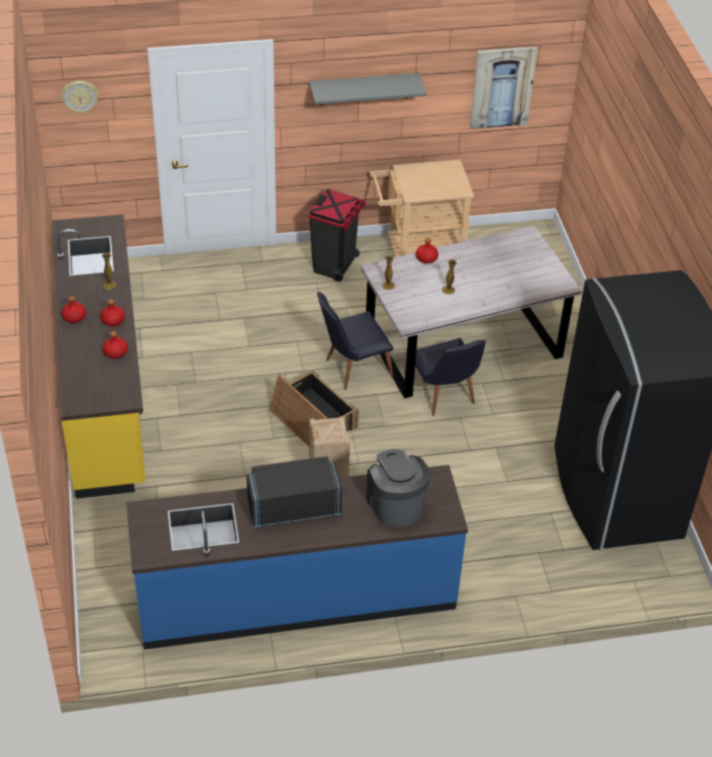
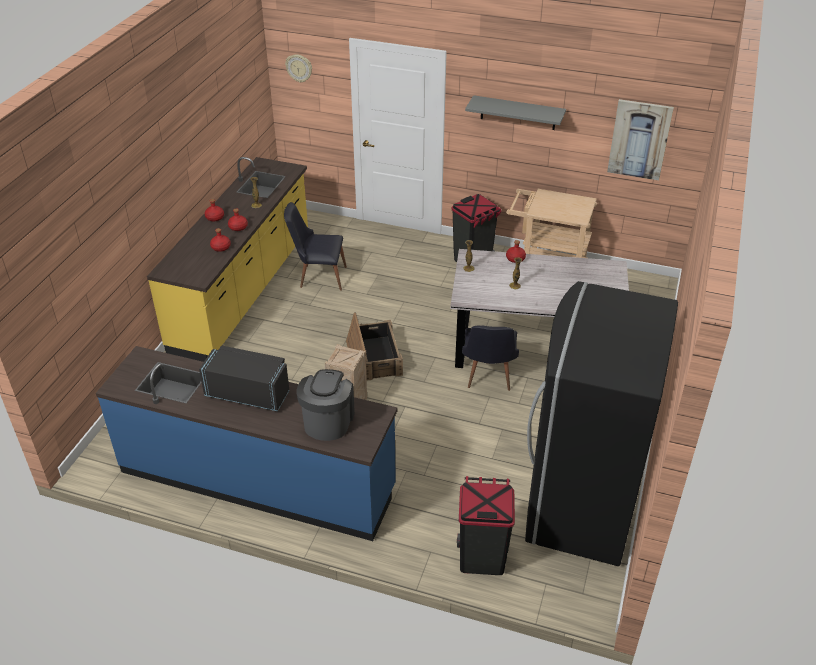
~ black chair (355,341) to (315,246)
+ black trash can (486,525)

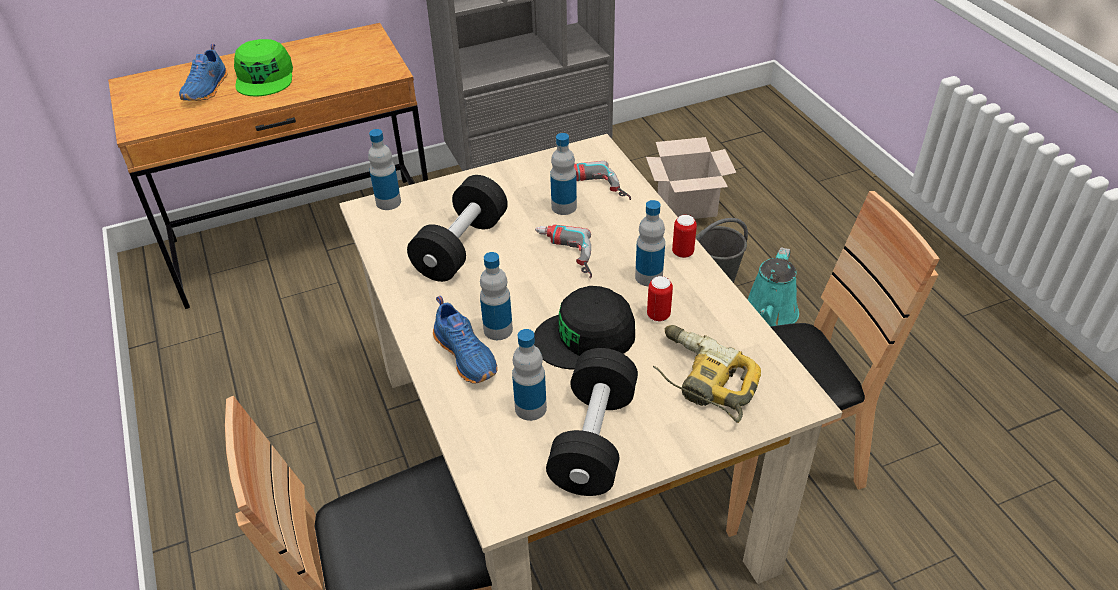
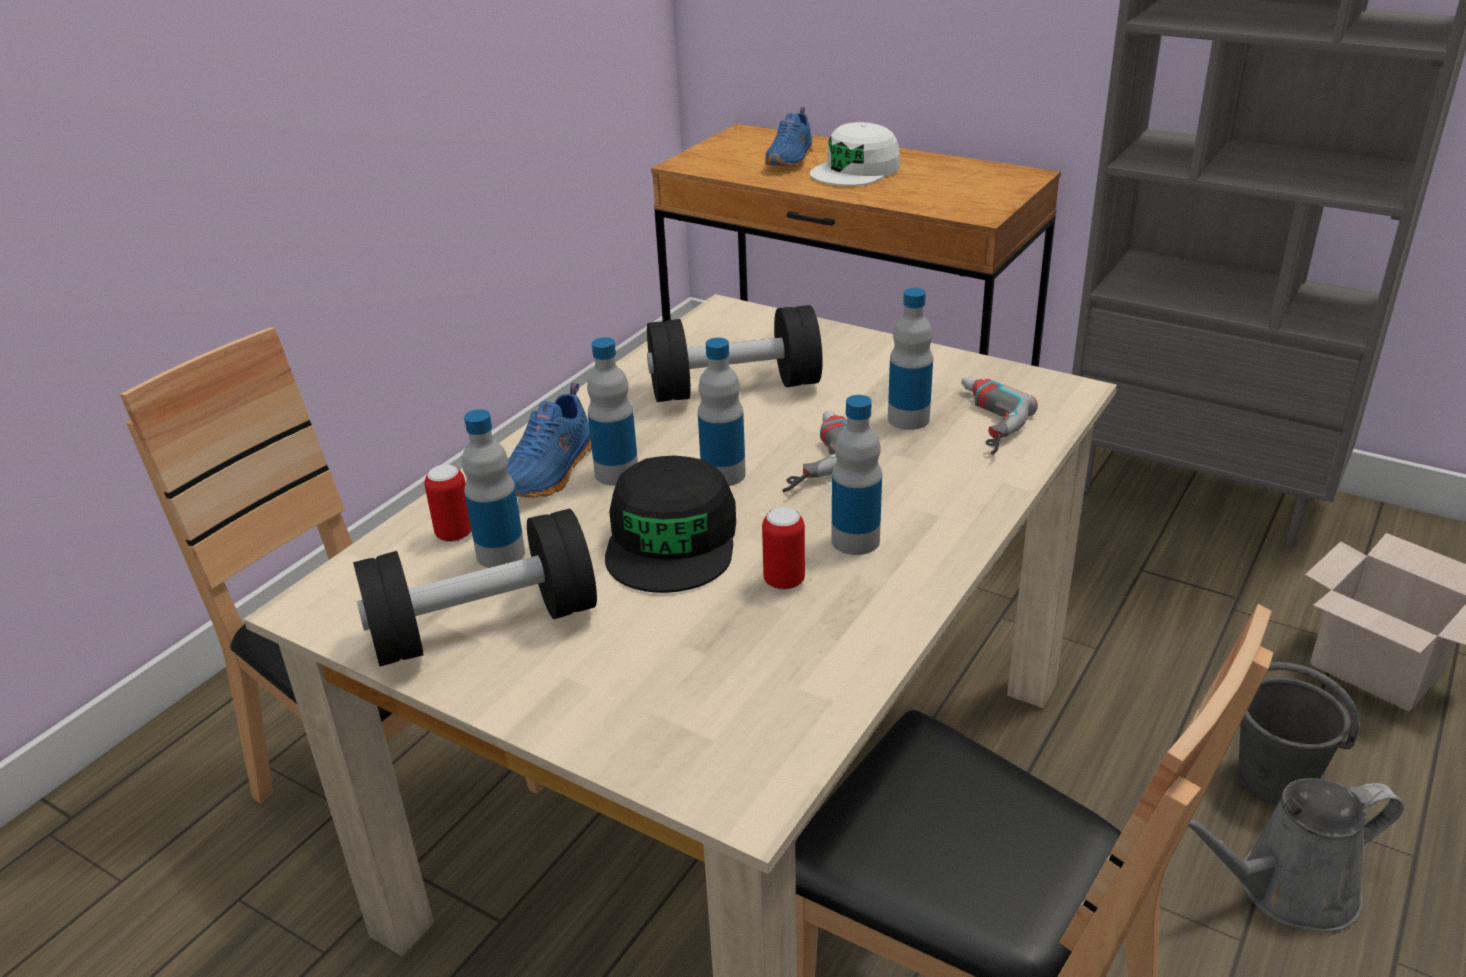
~ green cap (263,67) to white cap (855,154)
~ blue shoe (203,72) = (789,137) 45 degrees counterclockwise
~ bottle (384,169) to (722,412)
~ can (684,236) to (448,503)
~ turquoise watering can (773,286) to grey watering can (1296,855)
~ black cap (584,327) = (670,524) 120 degrees counterclockwise
- power drill (707,374)

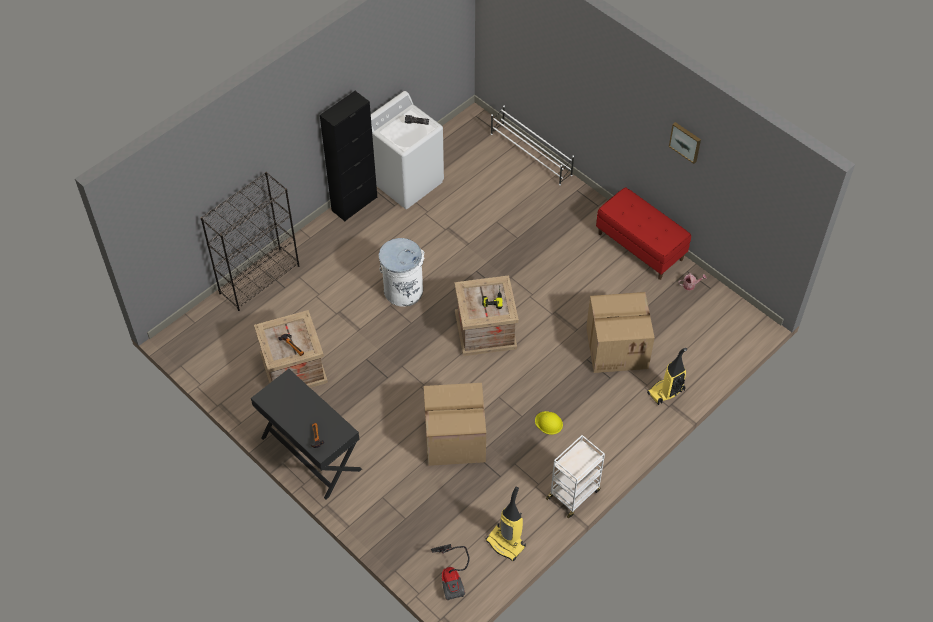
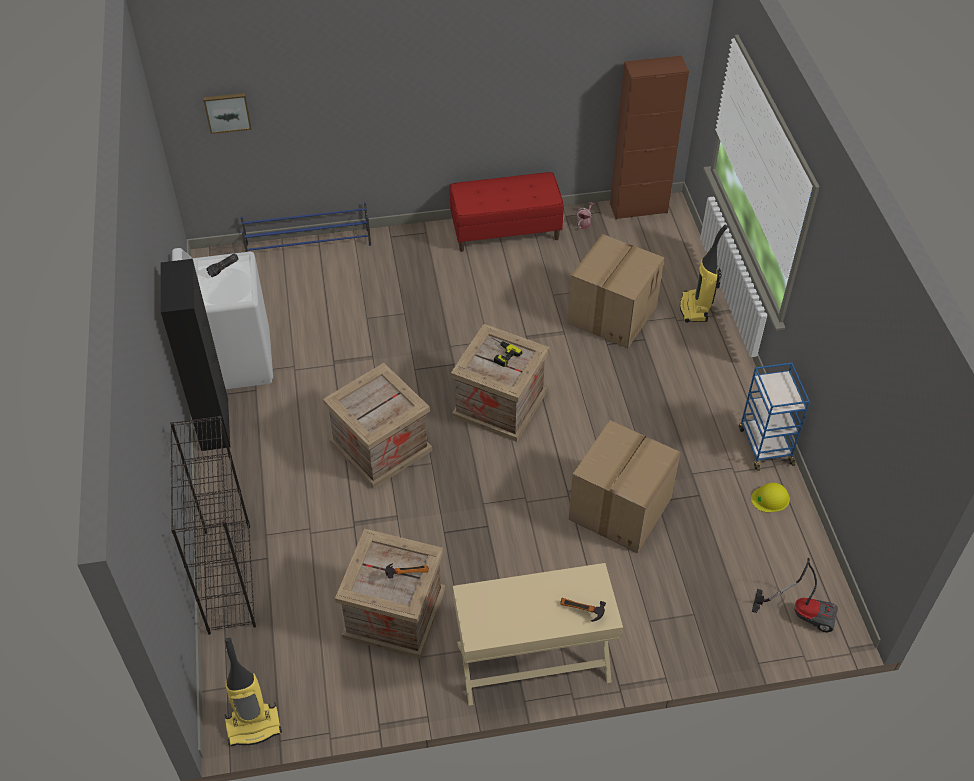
~ white shoe rack (532,145) to blue shoe rack (306,227)
~ picture (685,143) to (227,113)
~ white trash can (401,272) to crate (377,426)
~ black desk (306,434) to beige desk (538,634)
~ yellow hard hat (549,423) to (770,497)
~ white cart (575,477) to blue cart (774,417)
~ vacuum cleaner (505,523) to (253,692)
+ brown cabinet (649,137)

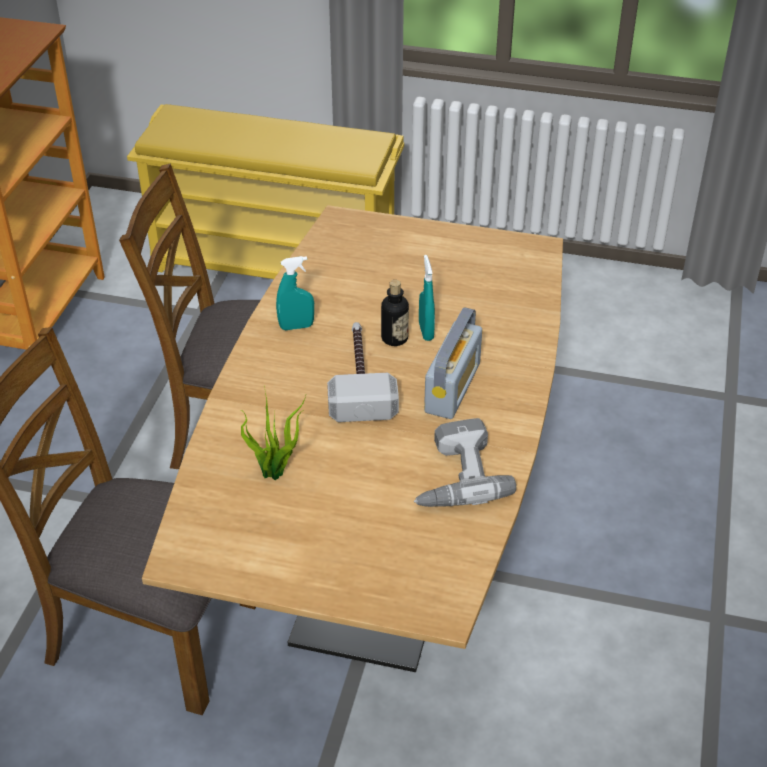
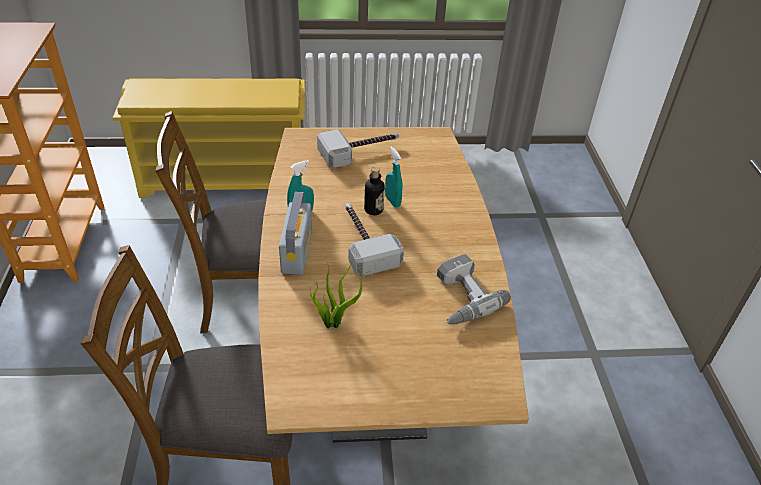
~ radio (453,363) to (295,233)
+ hammer (358,148)

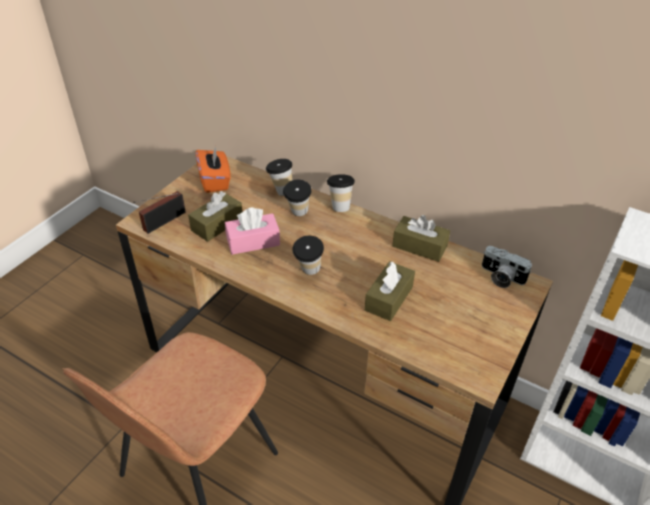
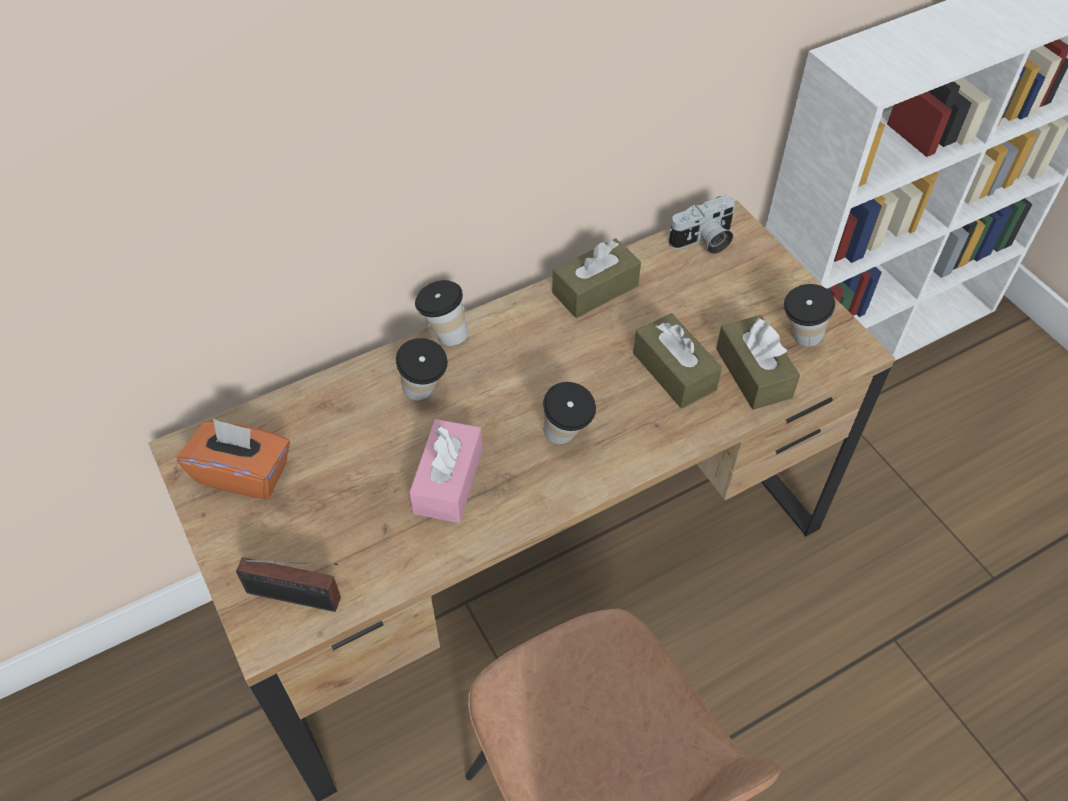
~ cup (279,177) to (809,315)
~ radio (159,212) = (288,584) 60 degrees counterclockwise
~ brown tissue box (215,216) to (758,362)

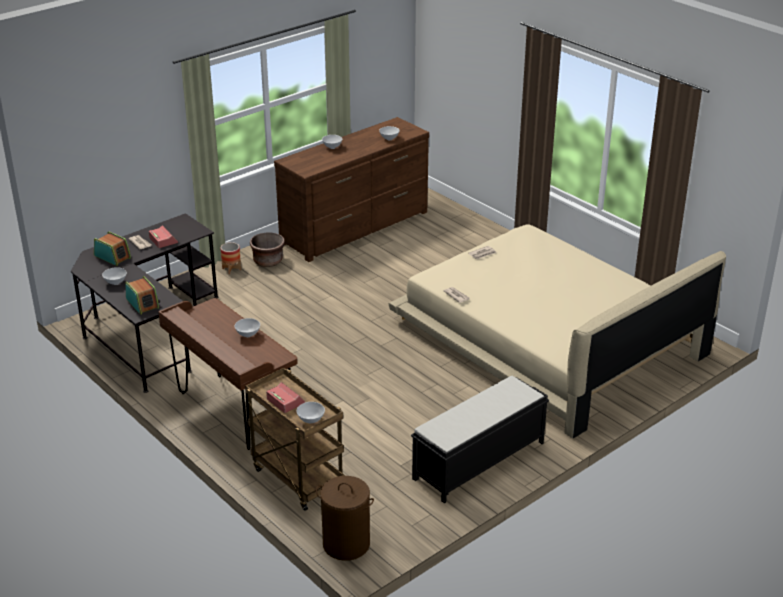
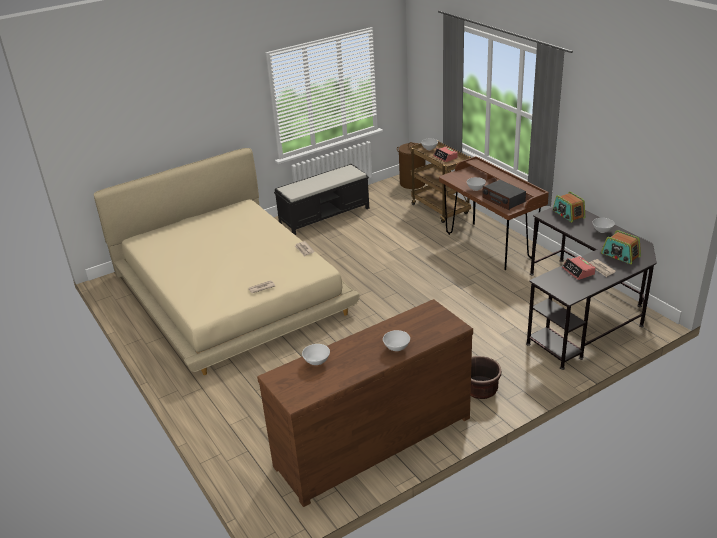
- planter (231,258)
+ radio (504,195)

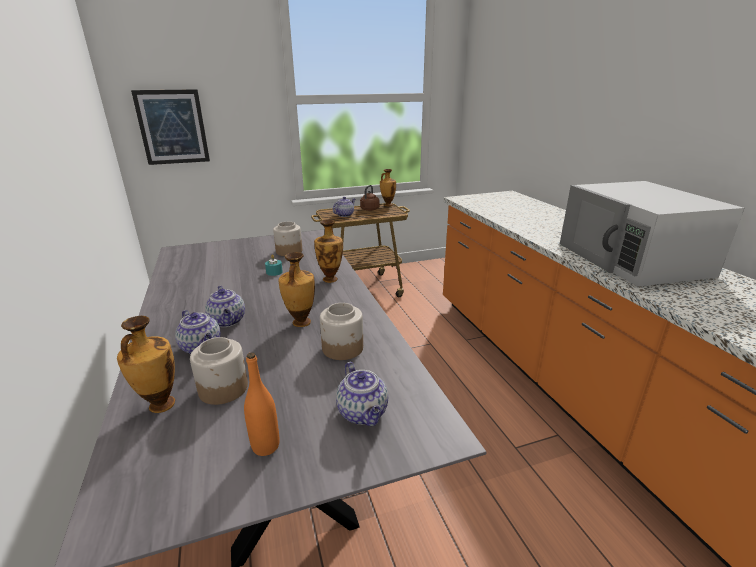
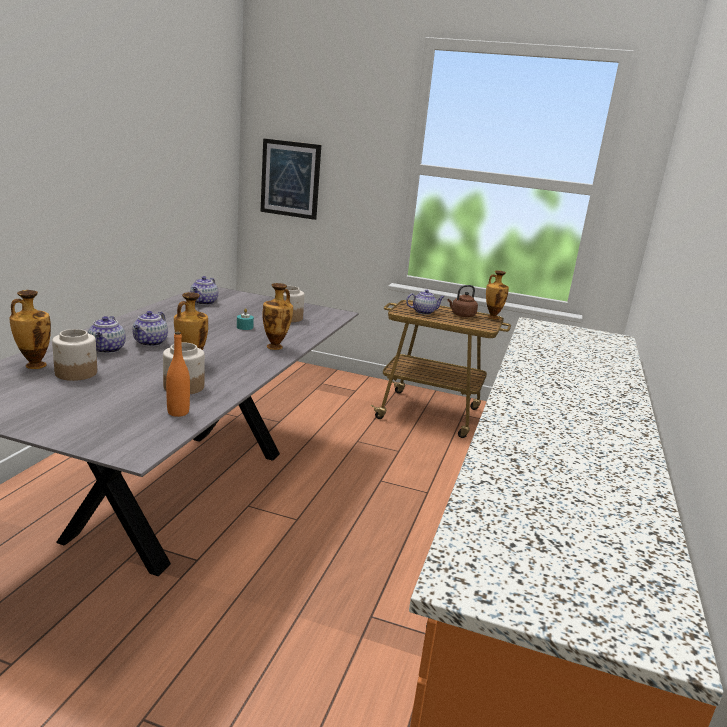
- white microwave (652,233)
~ orange bottle (261,404) to (178,374)
~ teapot (362,394) to (204,290)

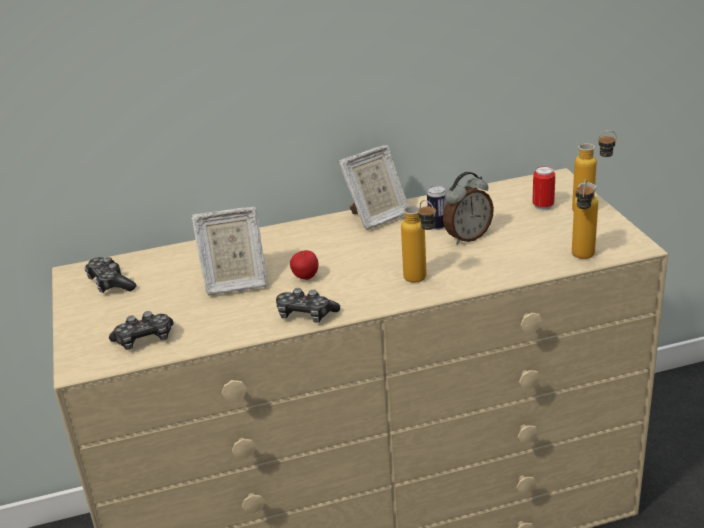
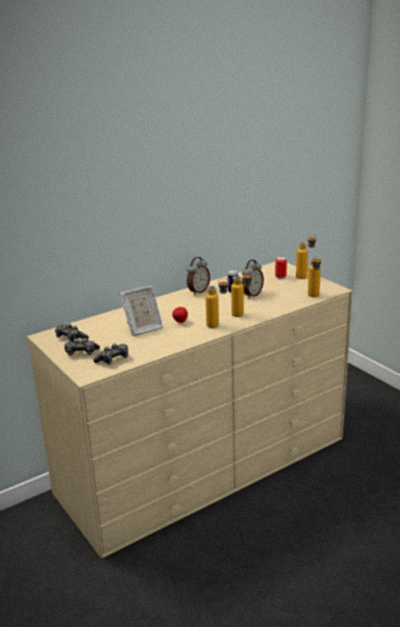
~ picture frame (374,187) to alarm clock (198,276)
~ game controller (308,305) to (82,347)
+ bottle (217,303)

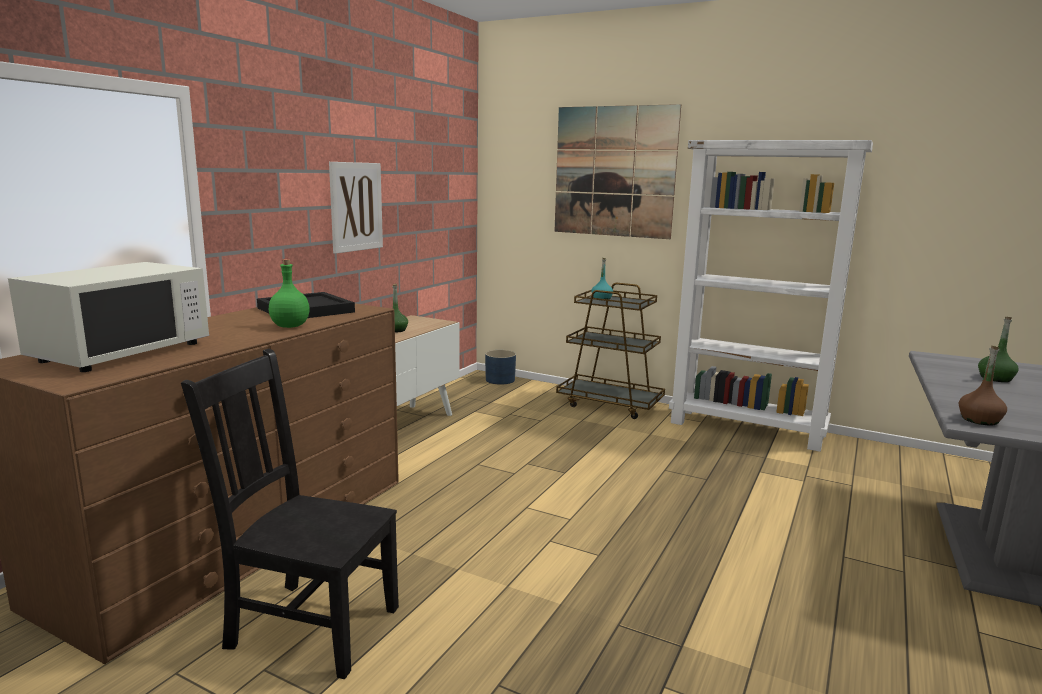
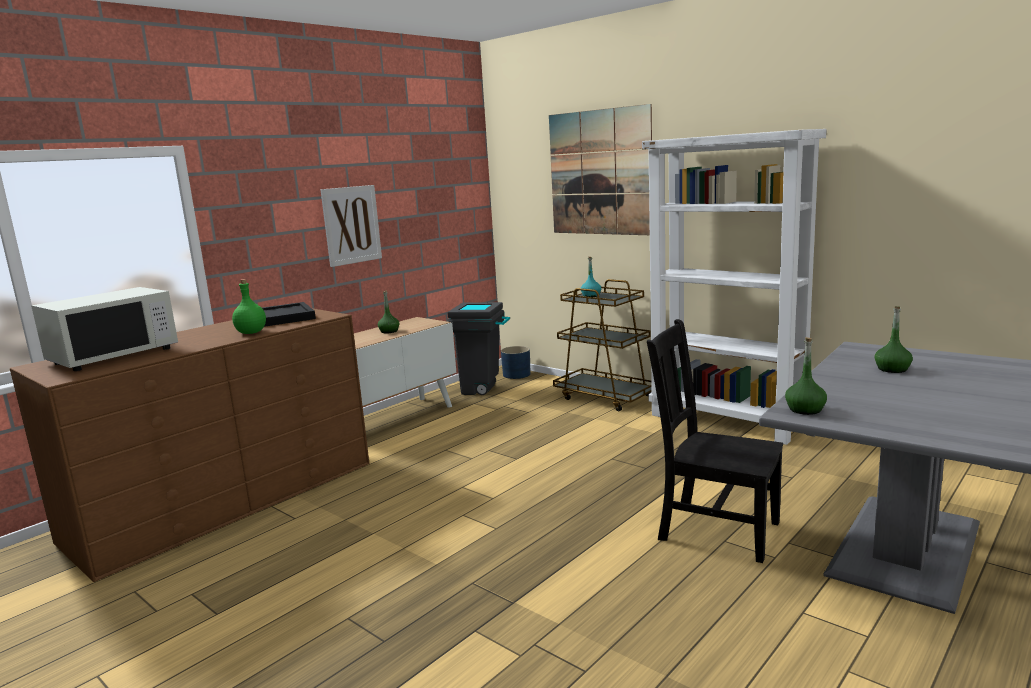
~ brown bottle (983,385) to green bottle (806,376)
~ black chair (290,513) to (715,441)
+ grey trash can (478,348)

